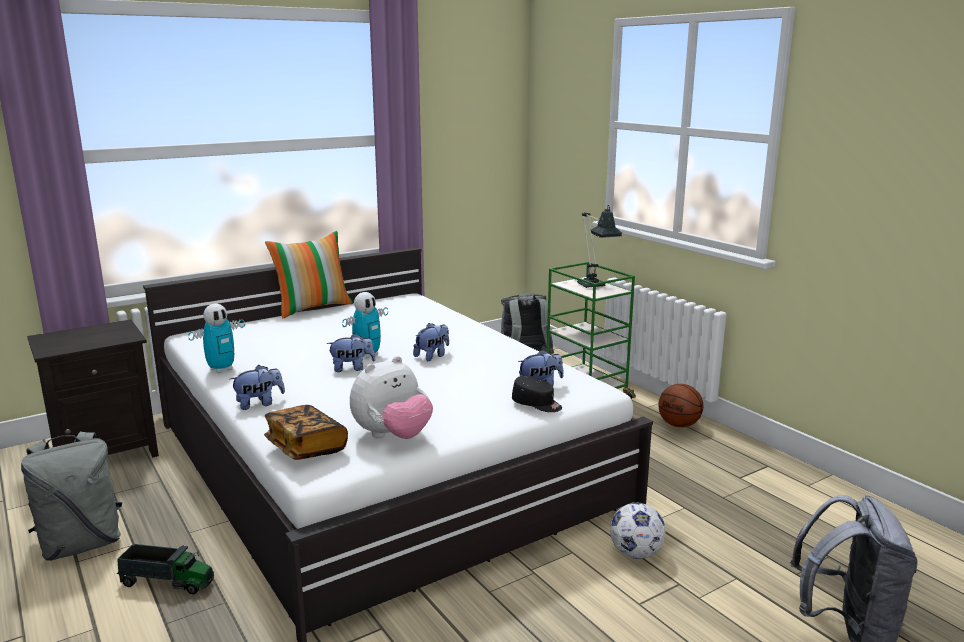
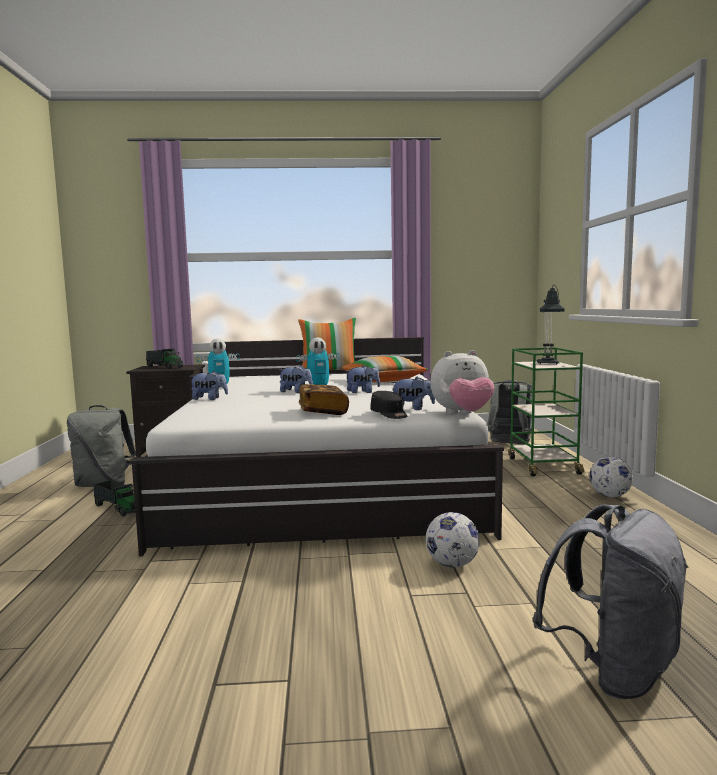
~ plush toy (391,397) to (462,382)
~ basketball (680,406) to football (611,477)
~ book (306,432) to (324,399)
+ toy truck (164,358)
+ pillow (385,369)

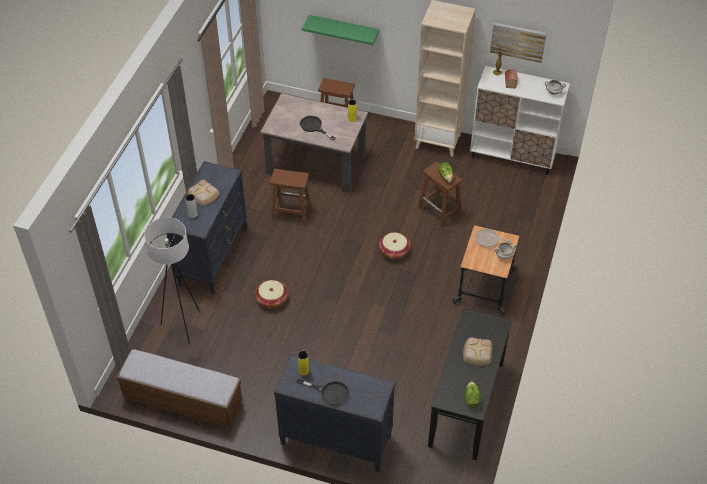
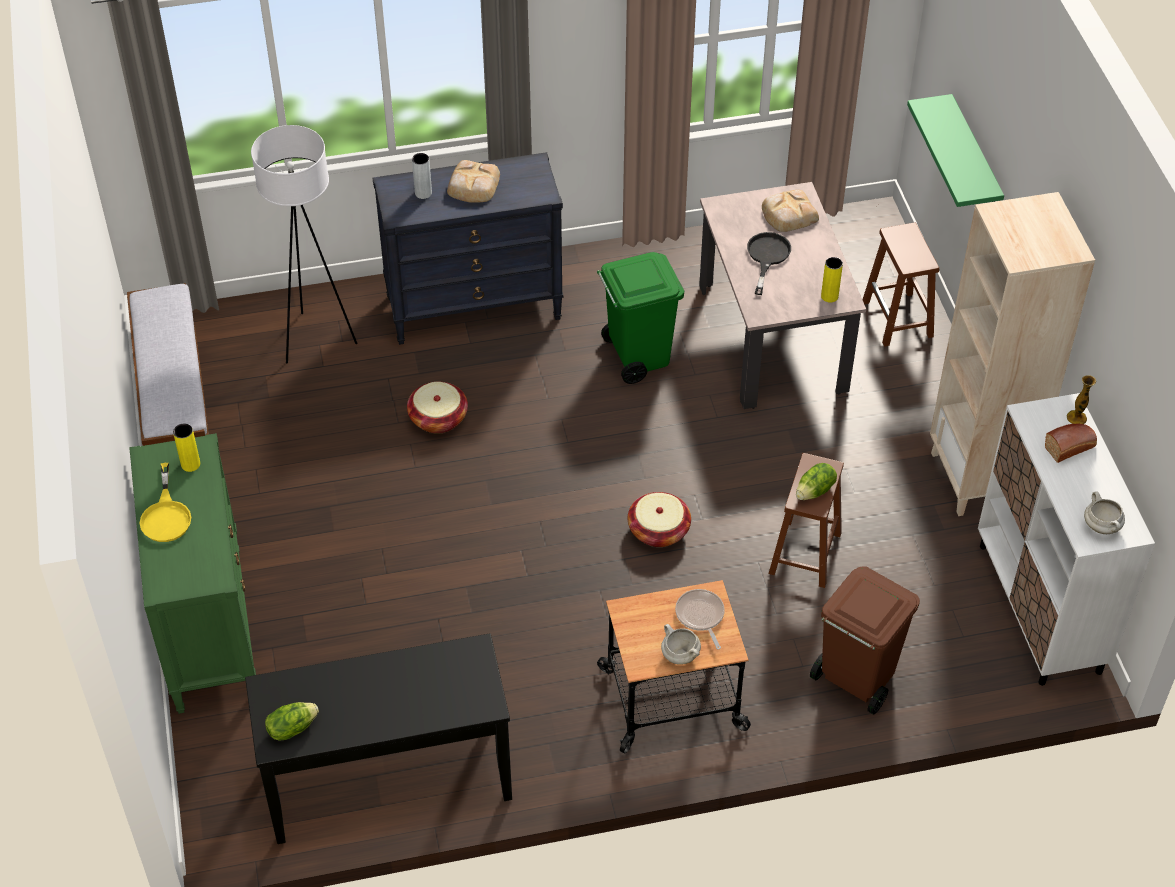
- picture (518,43)
~ brown stool (290,197) to green trash can (640,318)
~ bread (477,352) to (790,211)
~ black dresser (335,413) to green dresser (192,573)
~ black frying pan (323,391) to yellow frying pan (165,502)
+ brown trash can (865,640)

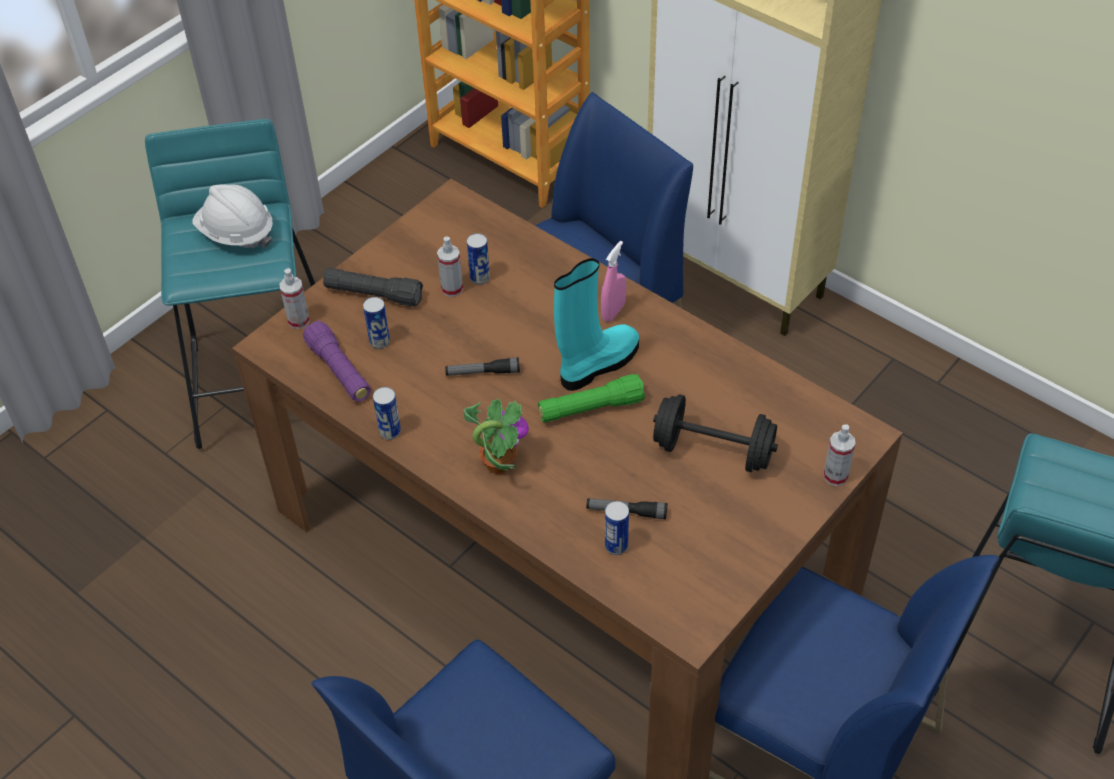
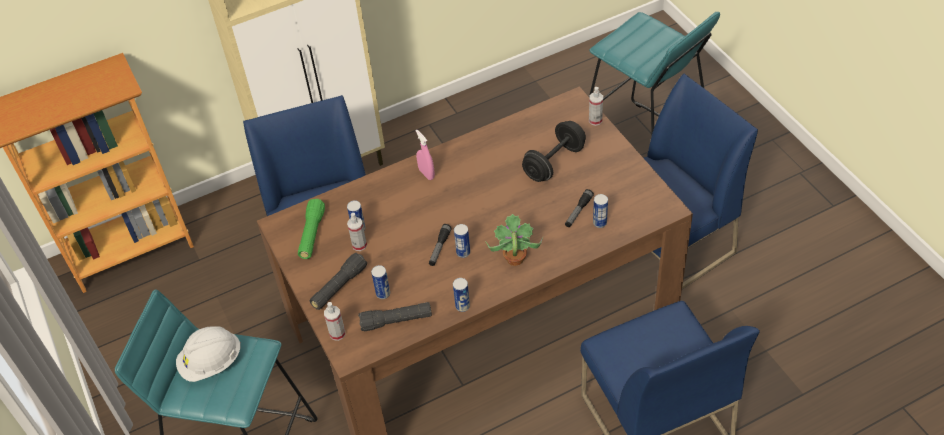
- turquoise boot (596,324)
~ purple flashlight (337,361) to black flashlight (395,316)
~ green flashlight (592,398) to (311,229)
+ can (462,241)

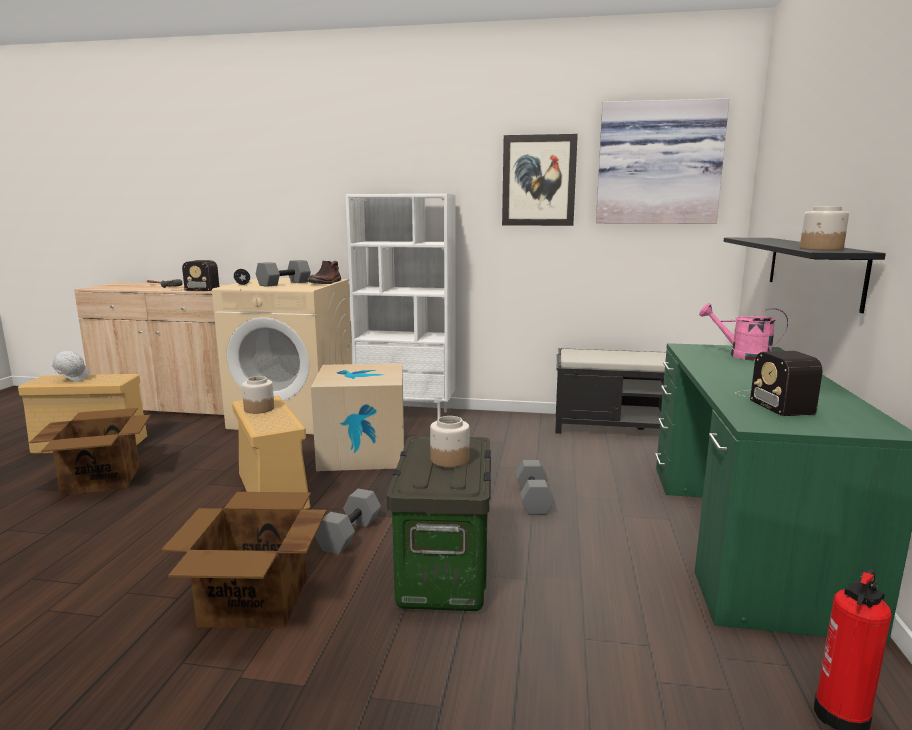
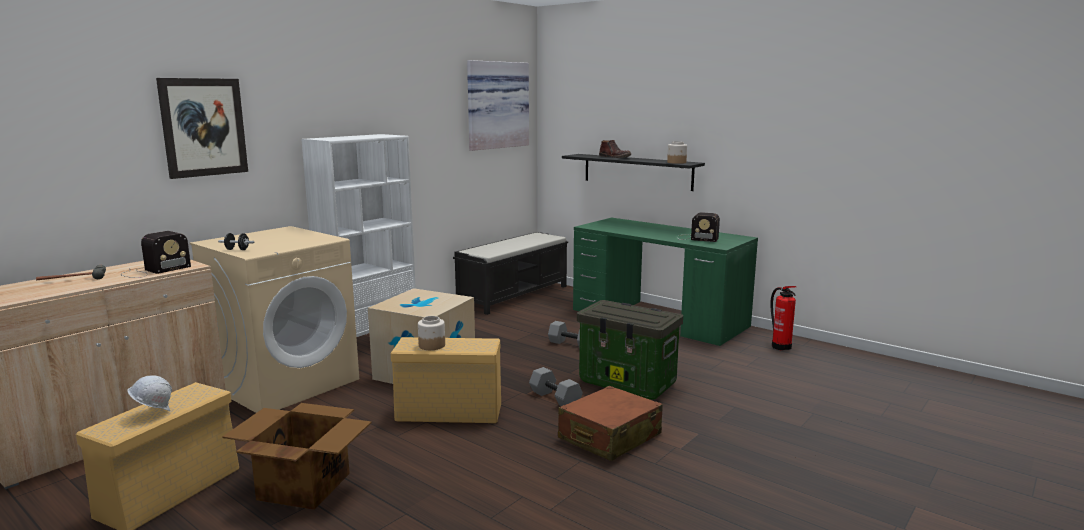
~ picture (540,180) to (202,128)
- grey dumbbell (283,273)
~ brown boot (324,272) to (615,149)
- pink watering can (743,332)
- jar (450,441)
~ cardboard box (244,560) to brown suitcase (610,423)

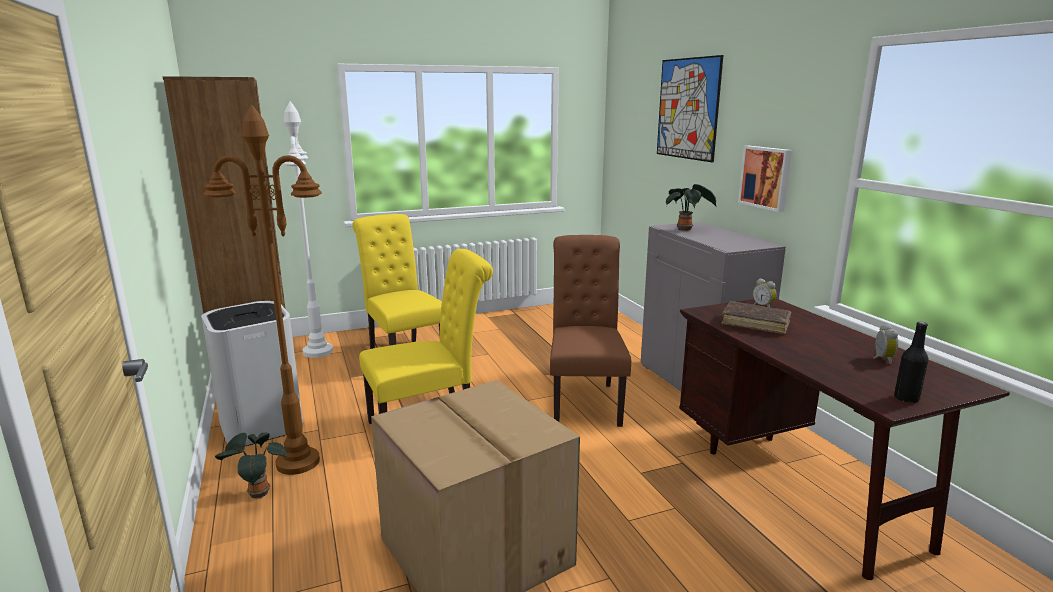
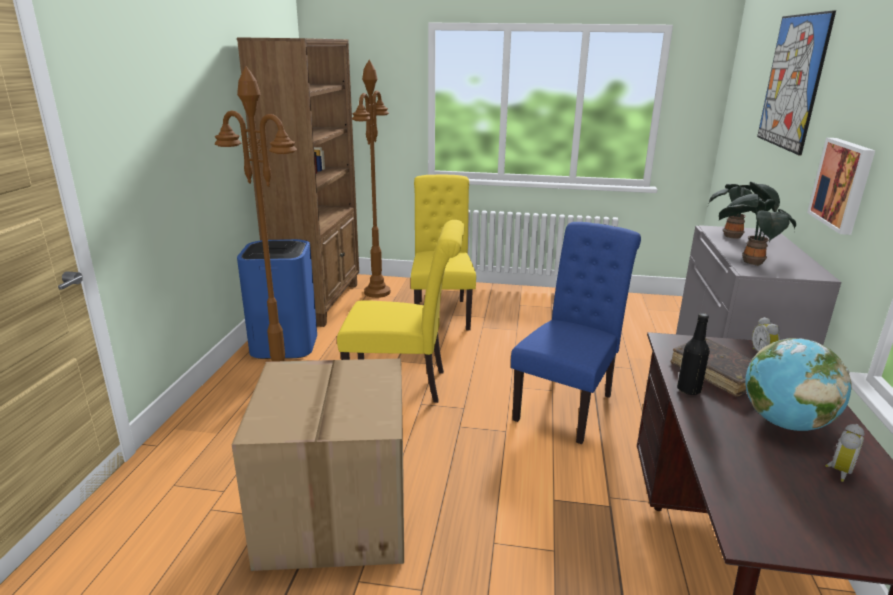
~ white floor lamp (308,229) to brown floor lamp (371,179)
~ brown chair (590,331) to blue chair (576,333)
~ white trash can (252,373) to blue trash can (277,299)
~ black bottle (911,362) to (693,354)
~ potted plant (251,466) to (757,230)
+ globe (798,384)

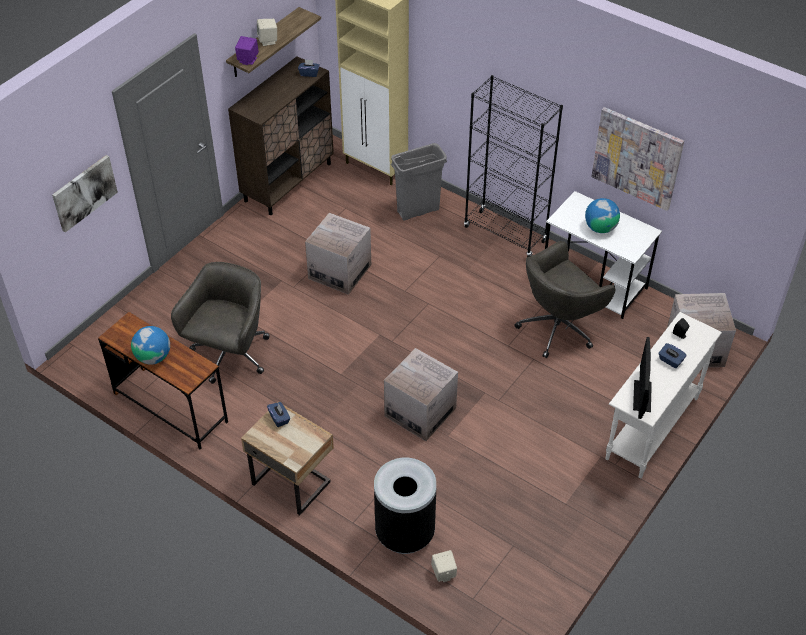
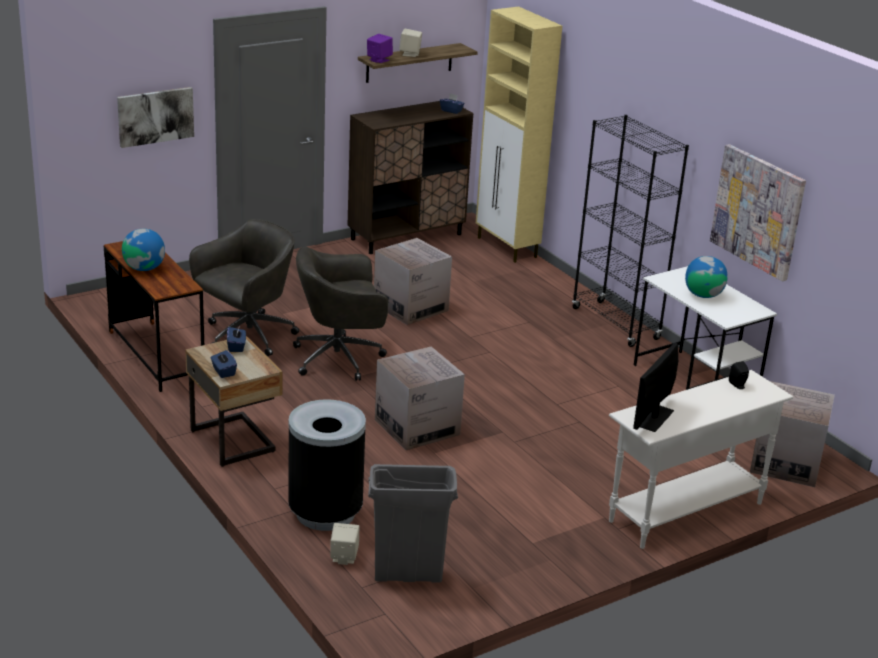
~ grey trash can (419,181) to (413,523)
~ grey office chair (565,299) to (340,314)
~ blue tissue box (672,355) to (223,364)

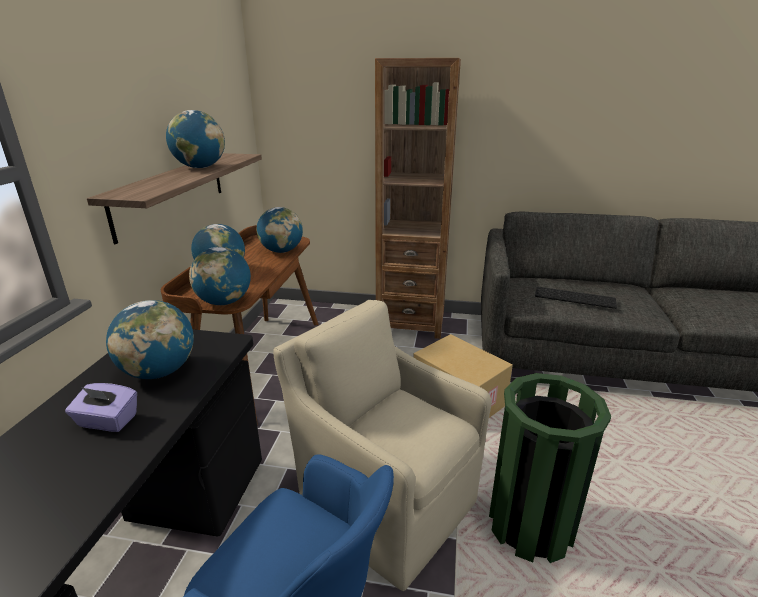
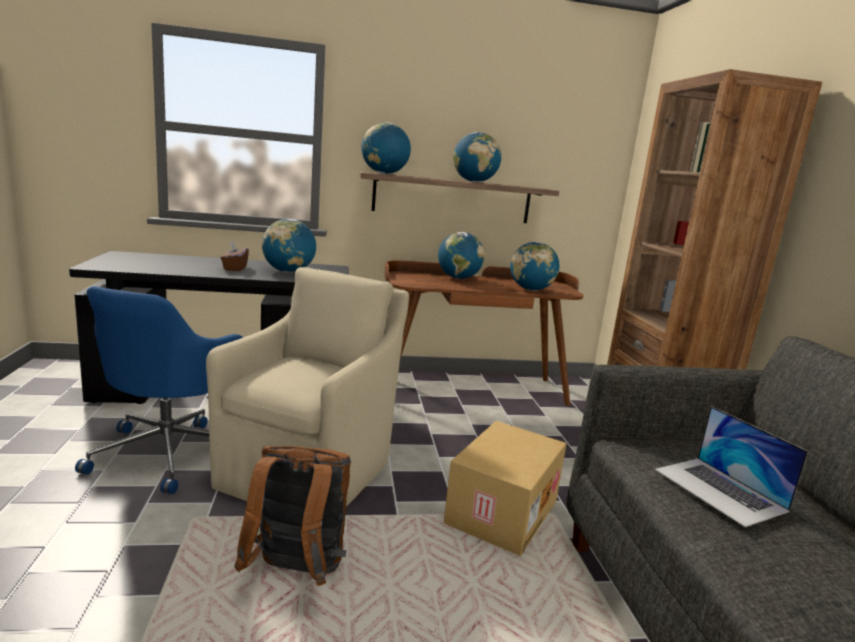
~ globe (220,276) to (386,148)
~ keyboard (576,298) to laptop (731,466)
~ green trash can (550,468) to brown backpack (292,516)
~ purple tissue box (101,407) to brown tissue box (235,256)

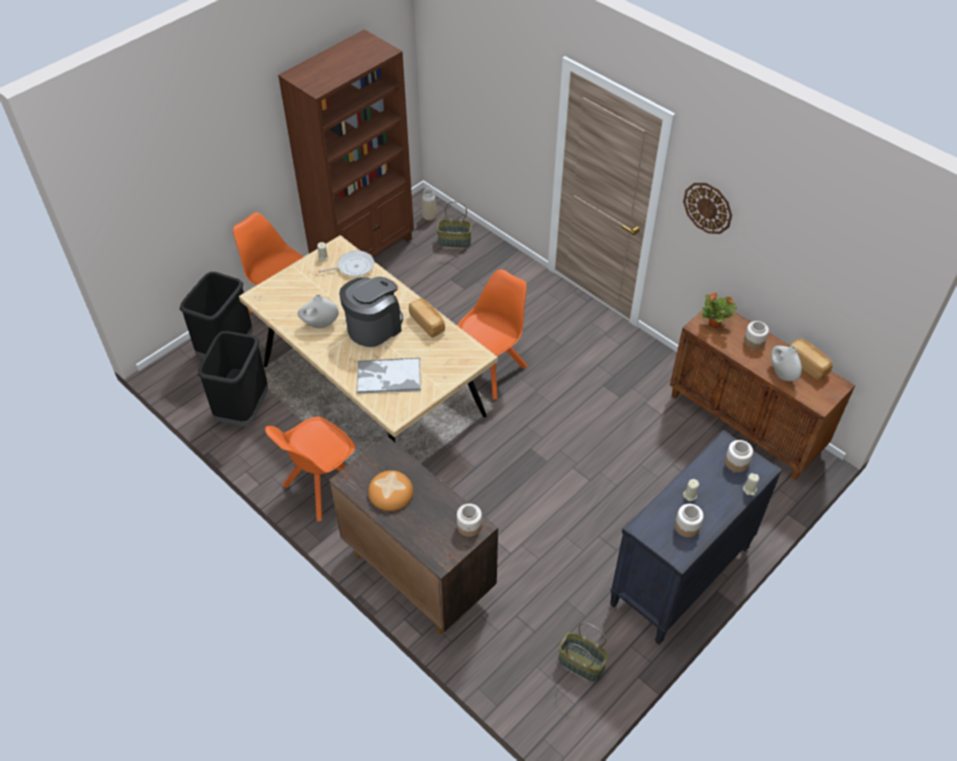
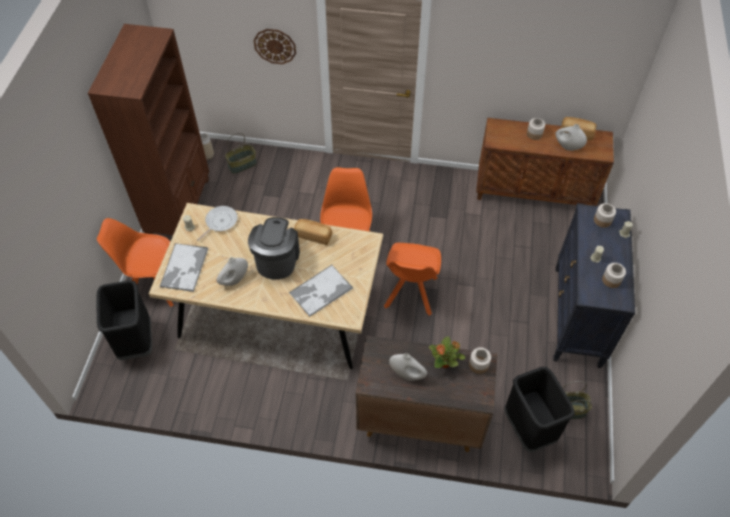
~ wall clock (707,208) to (274,46)
~ potted plant (719,310) to (447,352)
~ black trash can (233,378) to (540,409)
~ orange chair (310,468) to (412,279)
~ bread (390,490) to white vase (408,367)
+ tray (184,267)

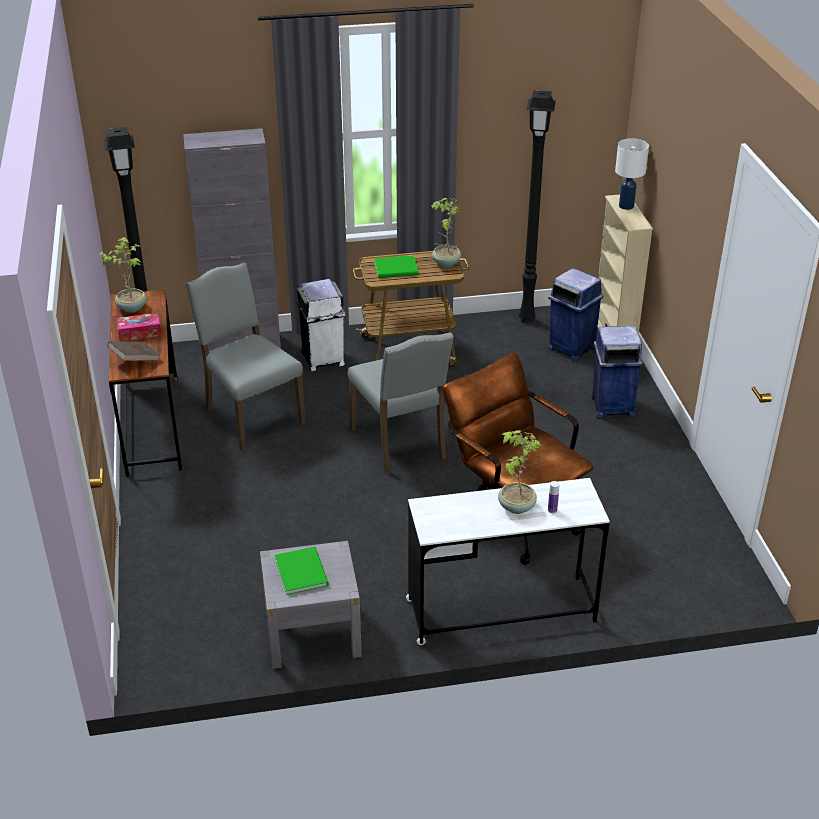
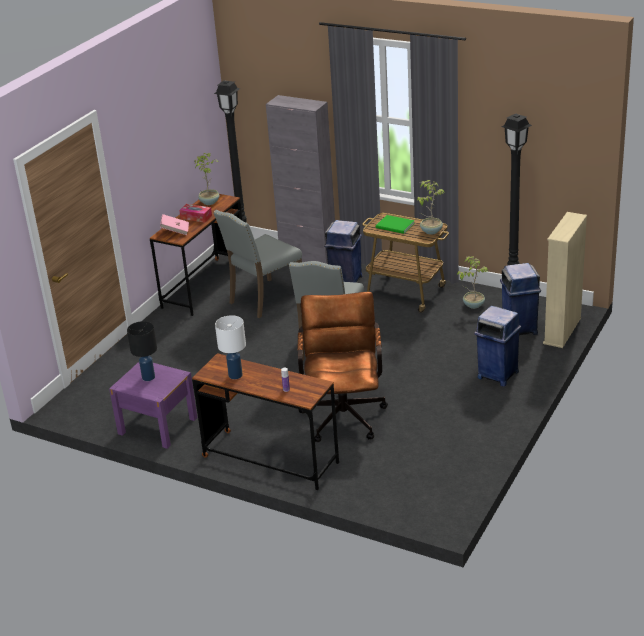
~ white table lamp (632,174) to (230,347)
~ grey chair (246,357) = (257,264) 135 degrees counterclockwise
~ white trash can (321,325) to blue trash can (343,251)
~ brown book (134,351) to pink book (174,224)
~ potted plant (520,472) to (472,282)
~ white desk (508,561) to brown desk (265,421)
~ grey nightstand (311,605) to purple nightstand (153,405)
~ green book (302,571) to black table lamp (142,351)

